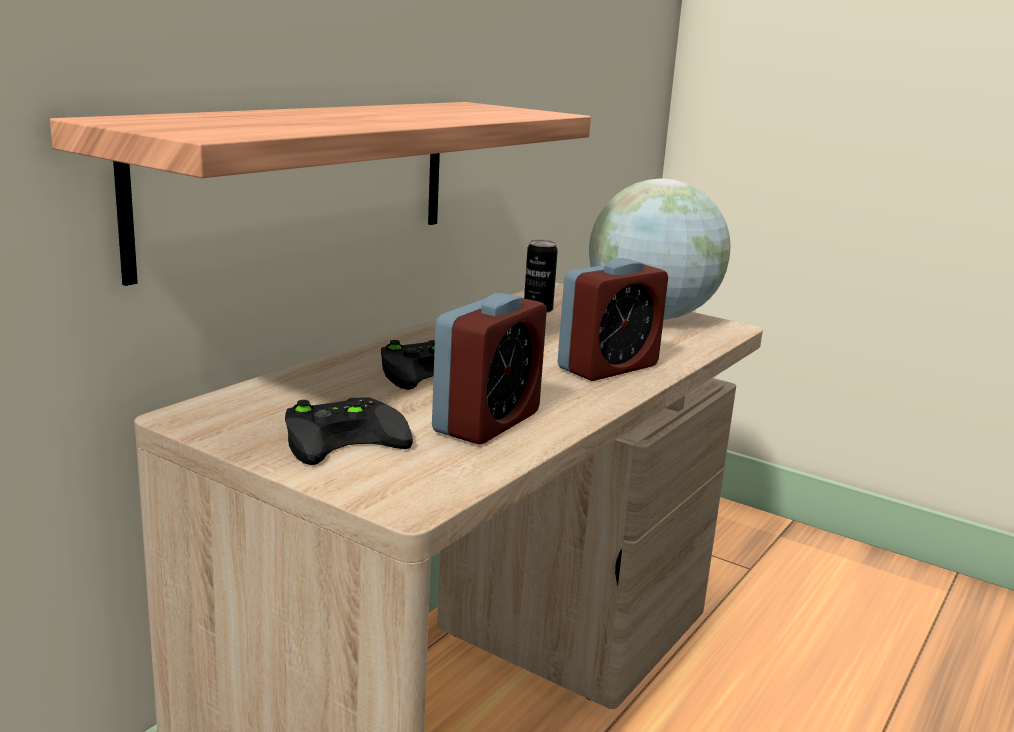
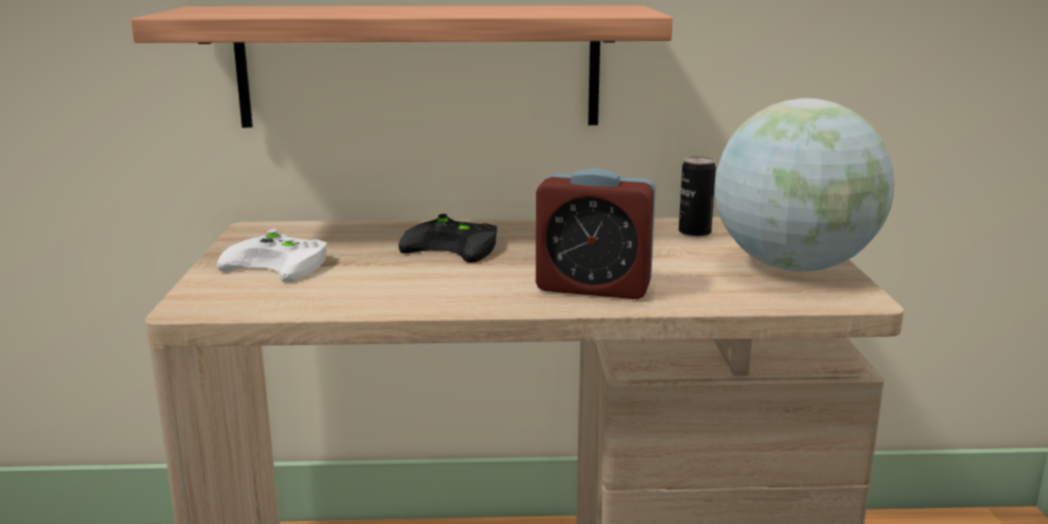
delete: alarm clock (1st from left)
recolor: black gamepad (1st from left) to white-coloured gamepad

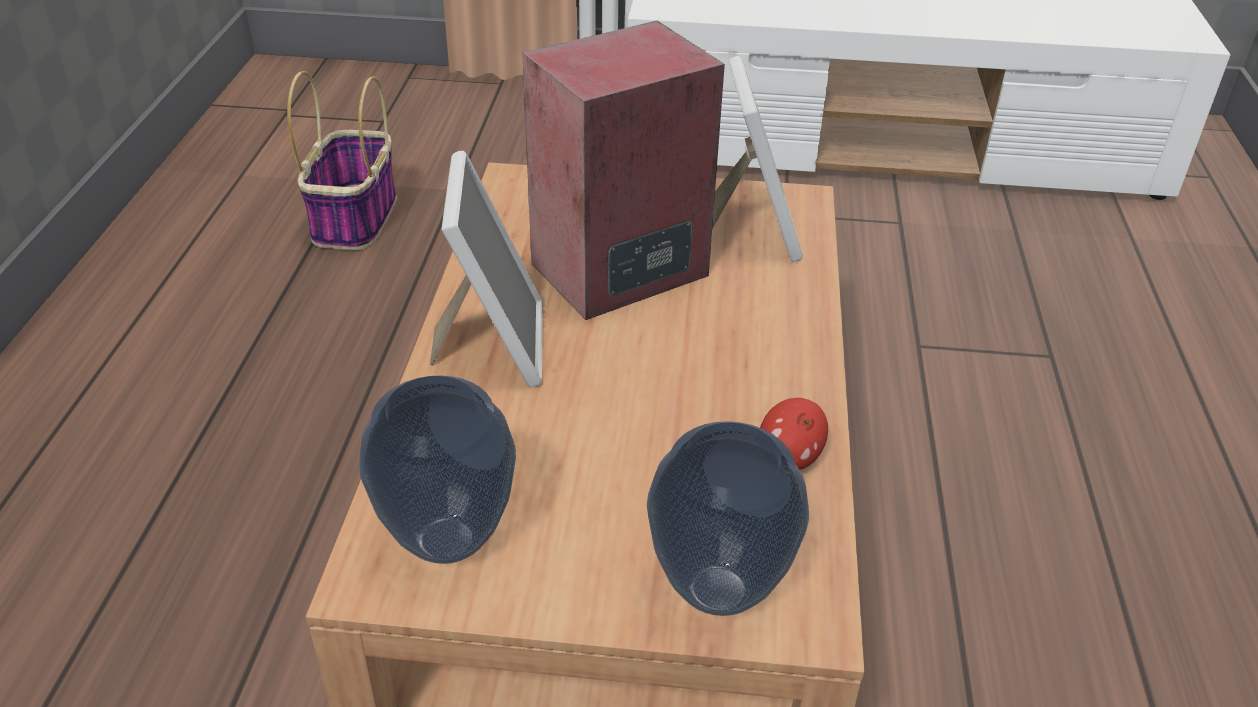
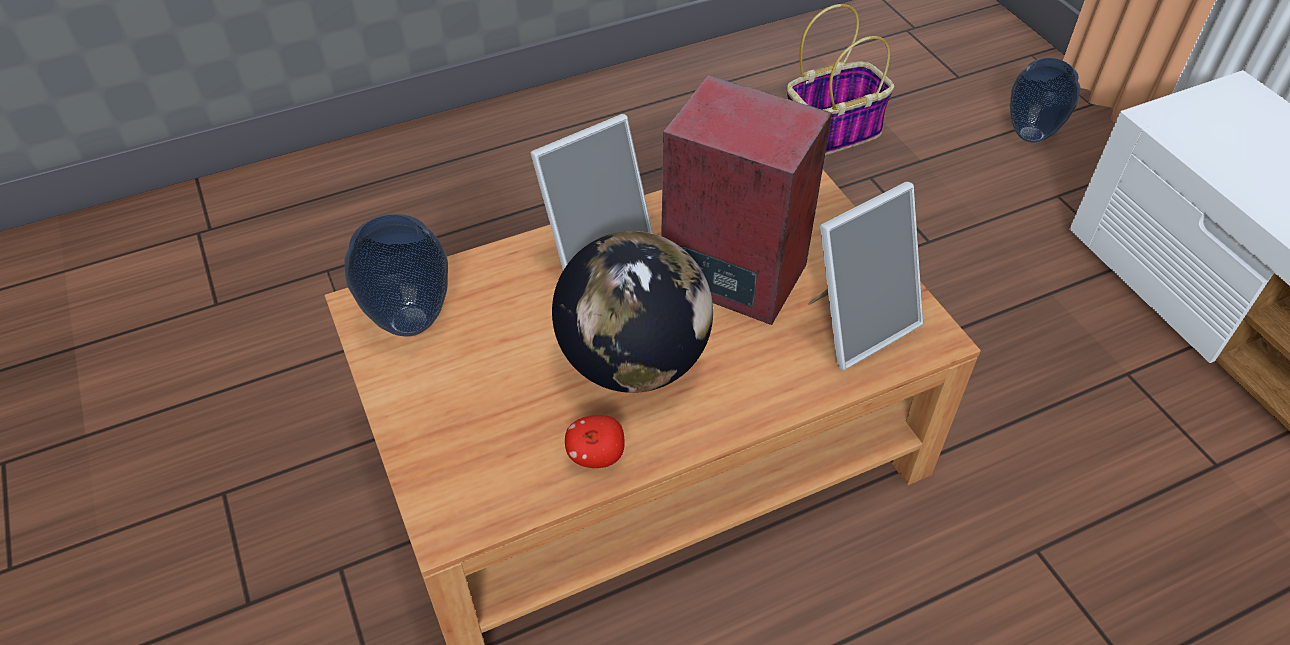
insert: desk globe
move: decorative vase (2nd from left)

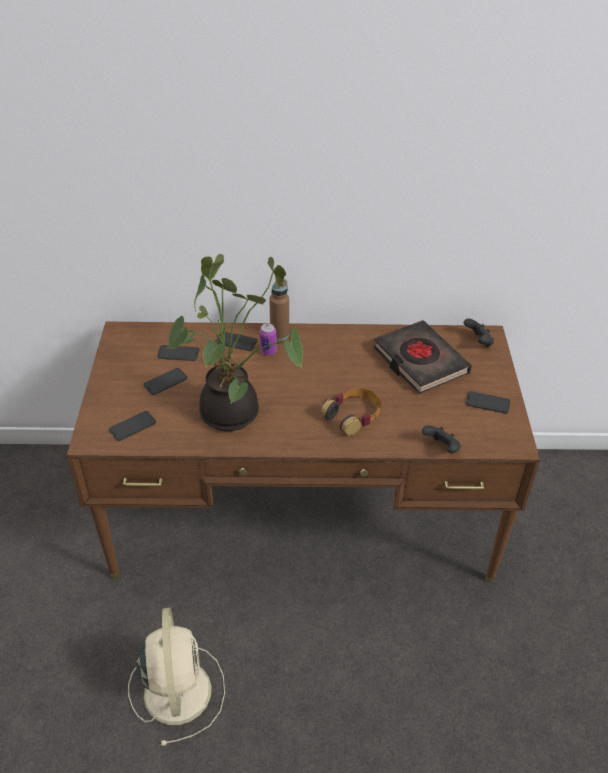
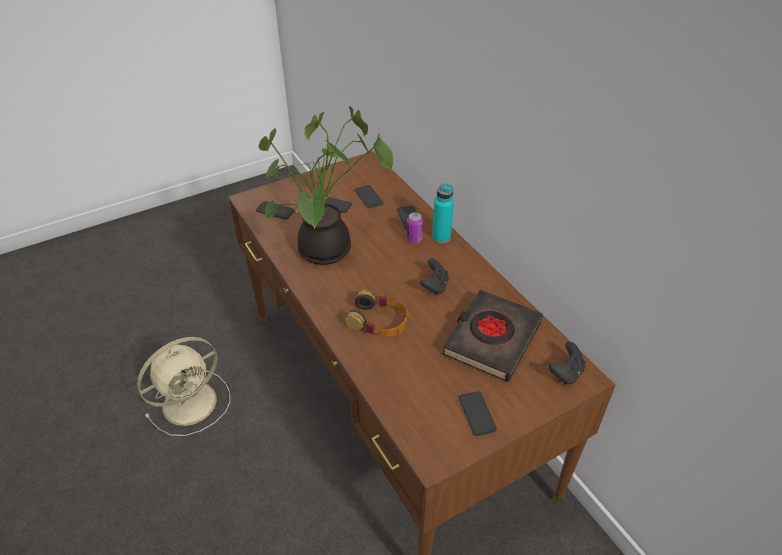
move: black gamepad (1st from left)
recolor: brownish drink bottle to turquoise-coloured drink bottle

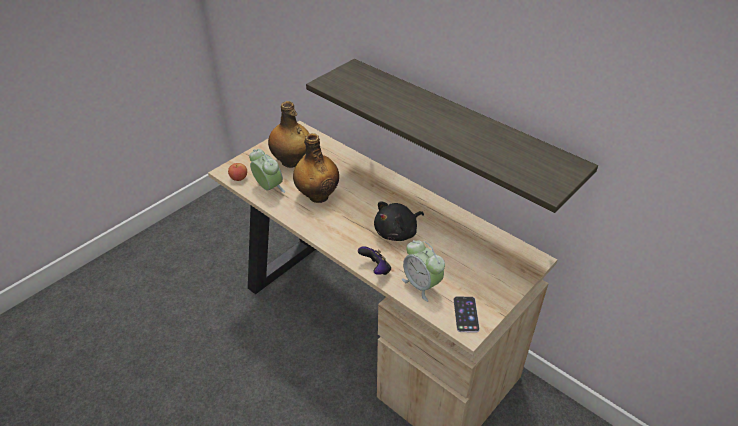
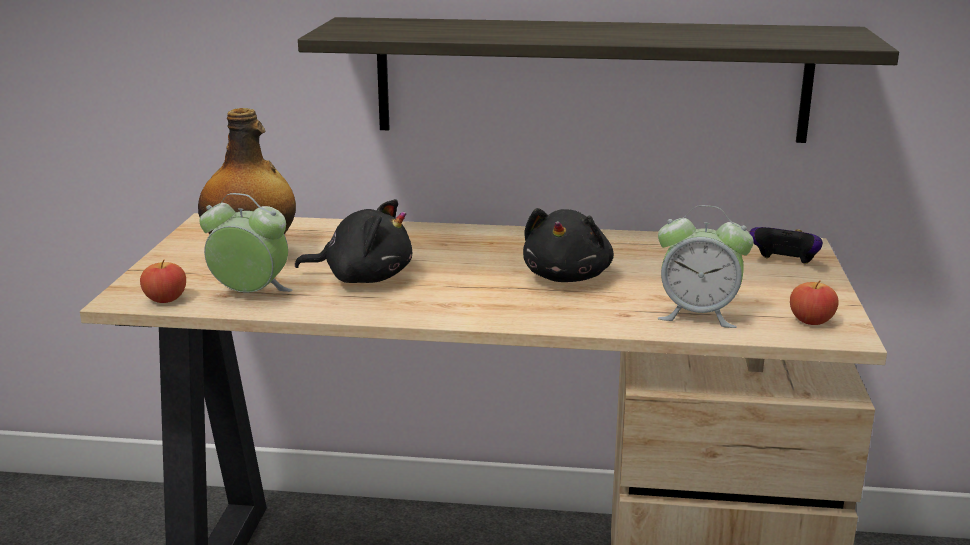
move: gamepad
replace: drink bottle (2nd from left) to black cuddly toy (1st from left); phone to apple (2nd from left)

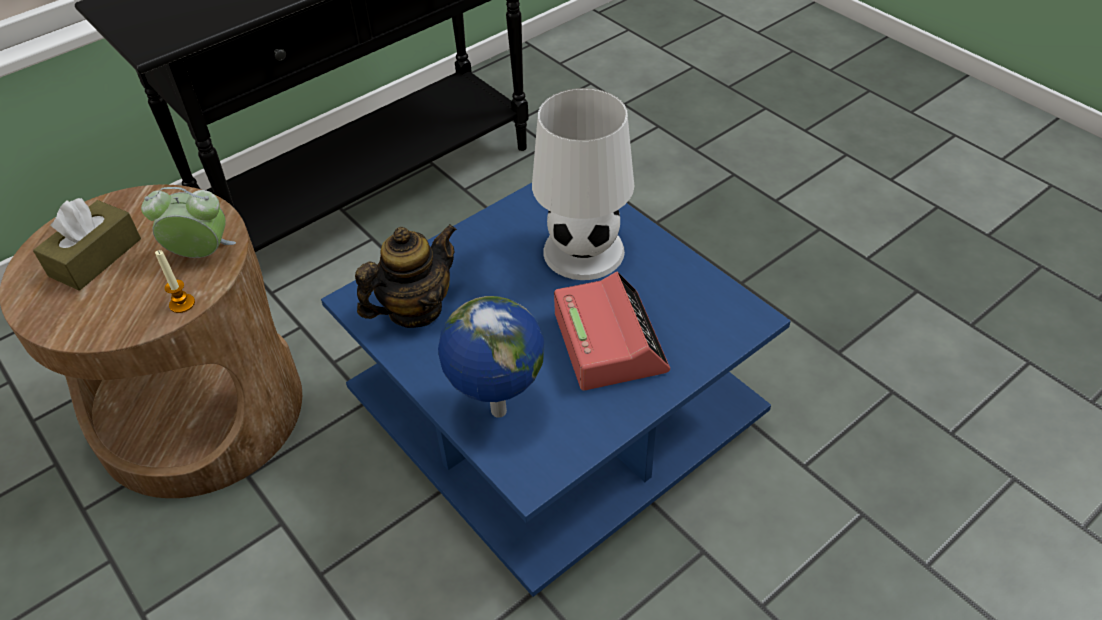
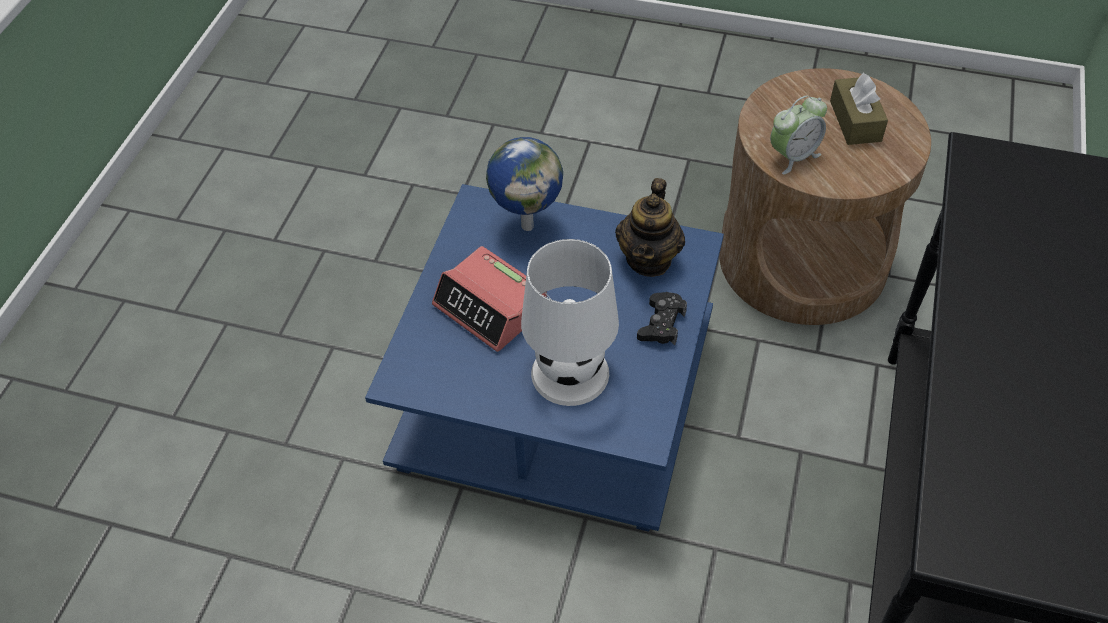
delete: candle
insert: black gamepad

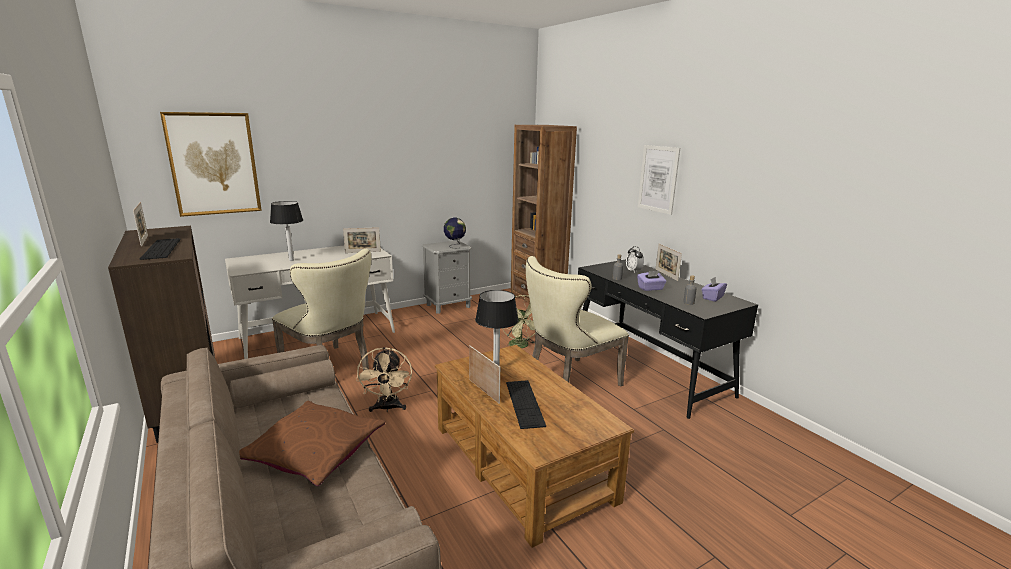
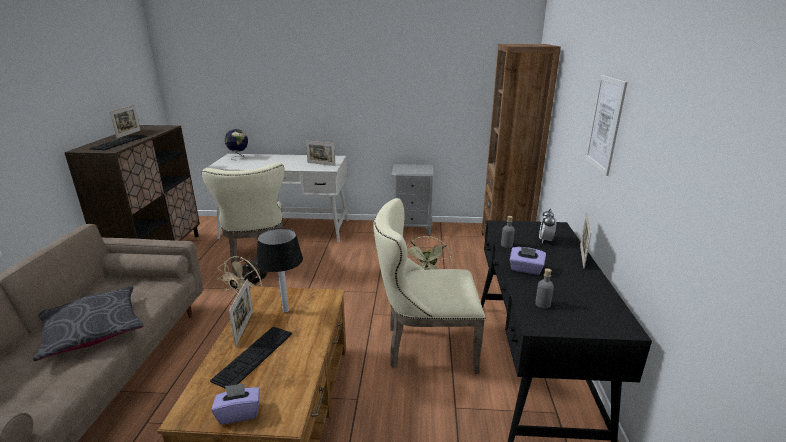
delete: picture (1st from left); lamp for a table (1st from left)
move: desk globe; purple tissue box (2nd from left in the first image) to purple tissue box (1st from left)
recolor: brownish throw pillow to greyish throw pillow

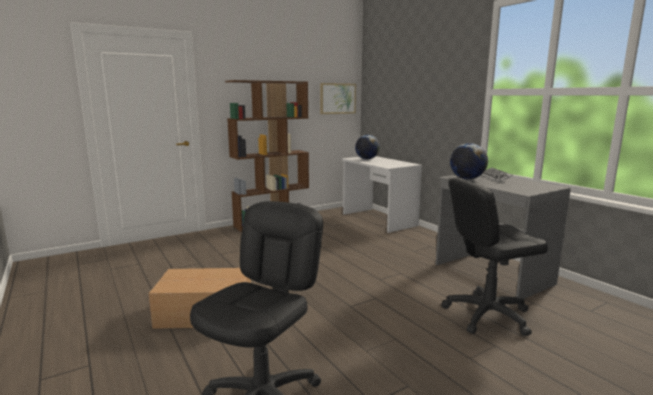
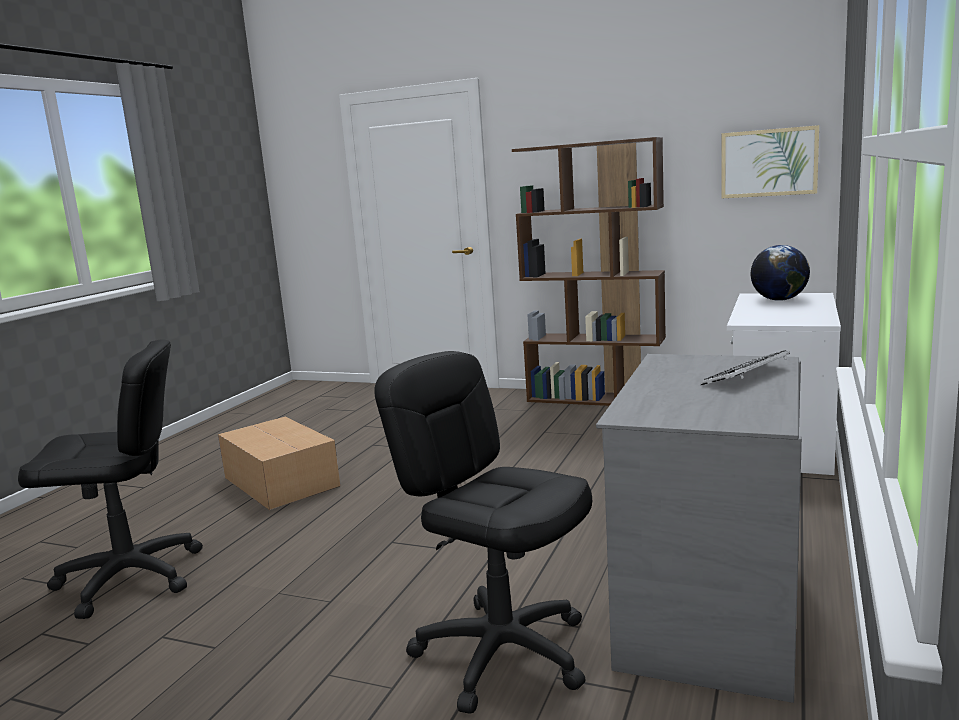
delete: desk globe (2nd from left)

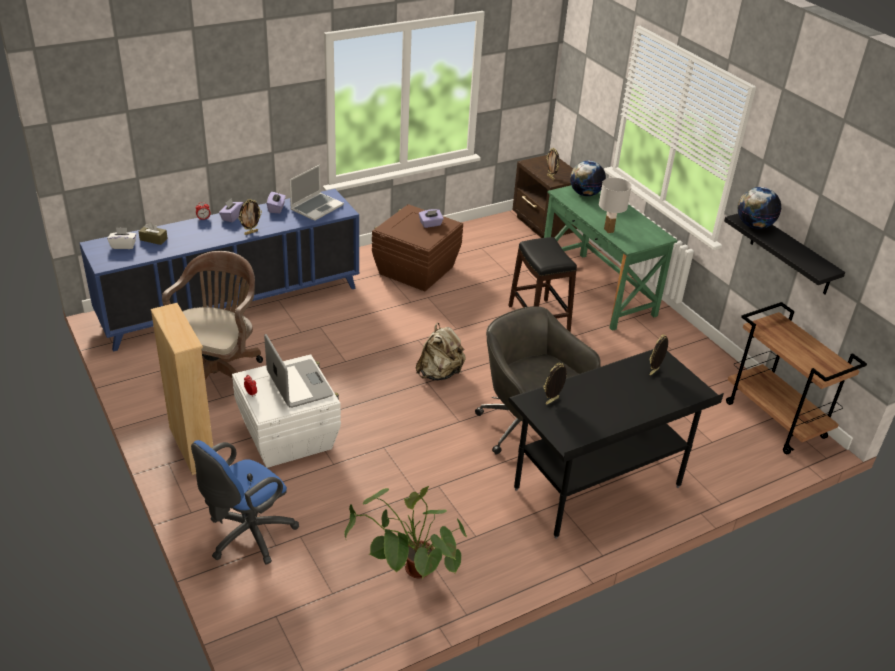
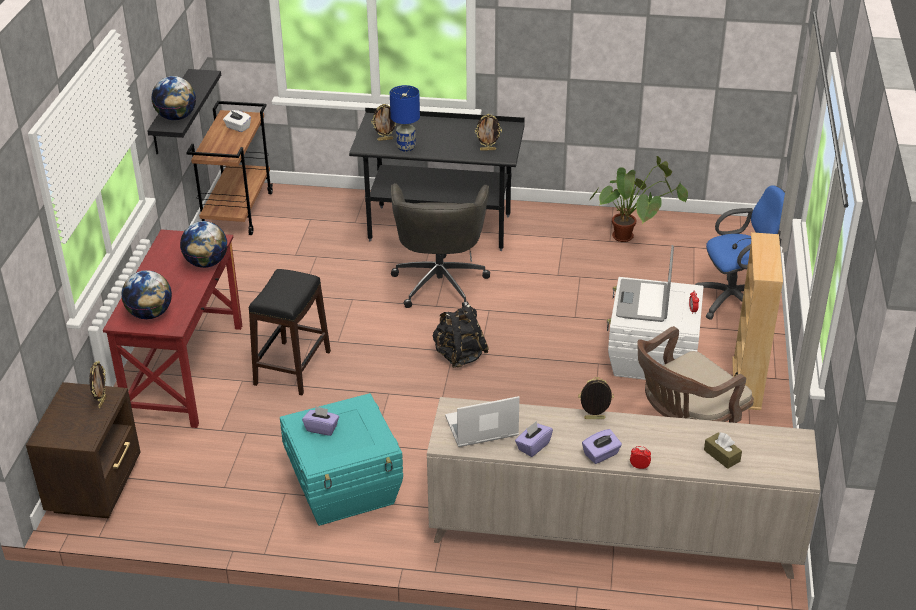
insert: blue lamp for a table
move: white-coloured tissue box
replace: white-coloured lamp for a table to desk globe (3rd from left)
recolor: blue cabinet to sand-coloured cabinet; brownish storage container to turquoise-coloured storage container; sand-coloured backpack to black backpack; greenish desk unit to red desk unit

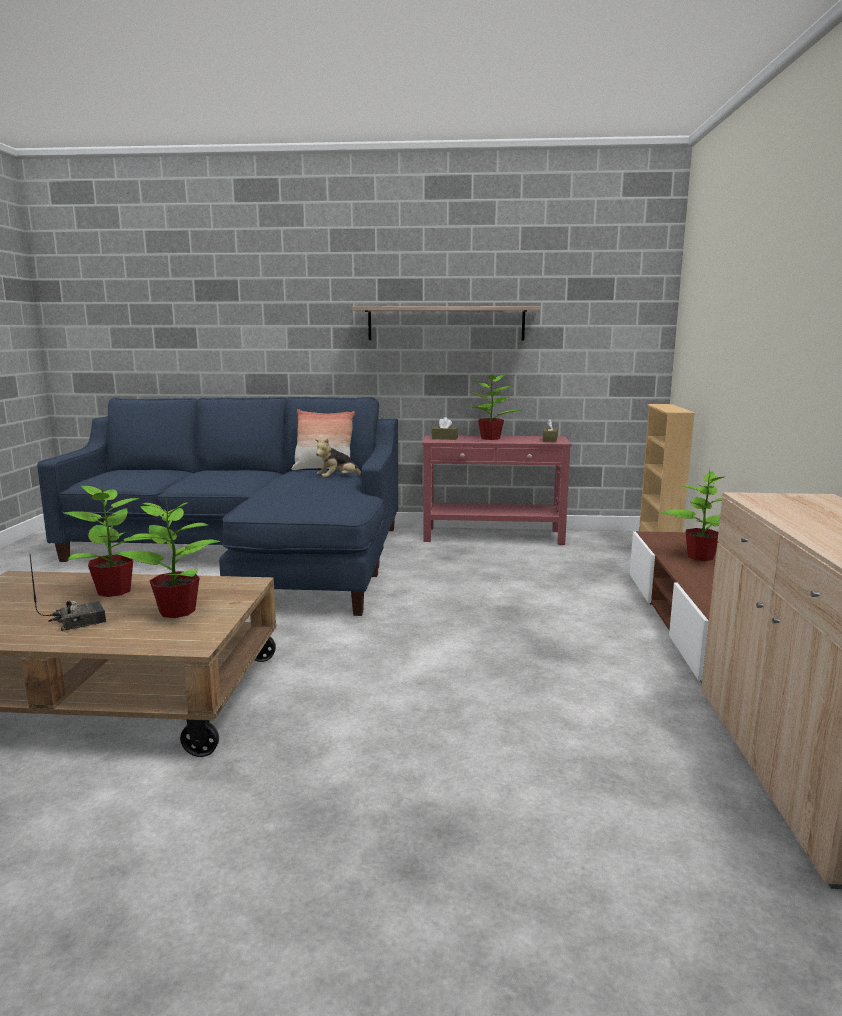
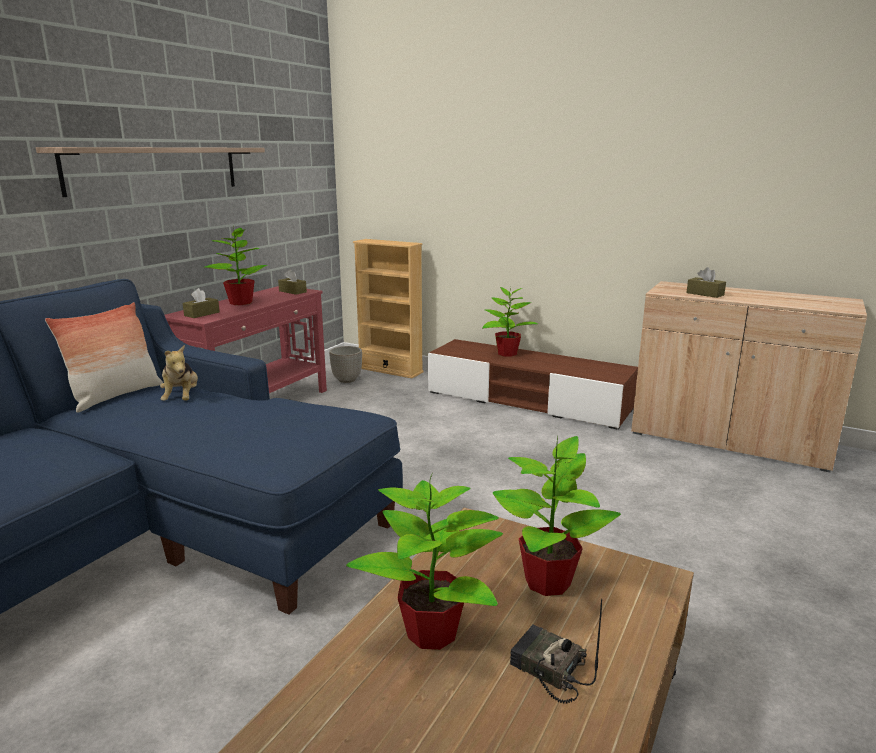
insert: plant pot; brownish tissue box (3rd from left)
rotate: radio set 45 degrees counterclockwise

